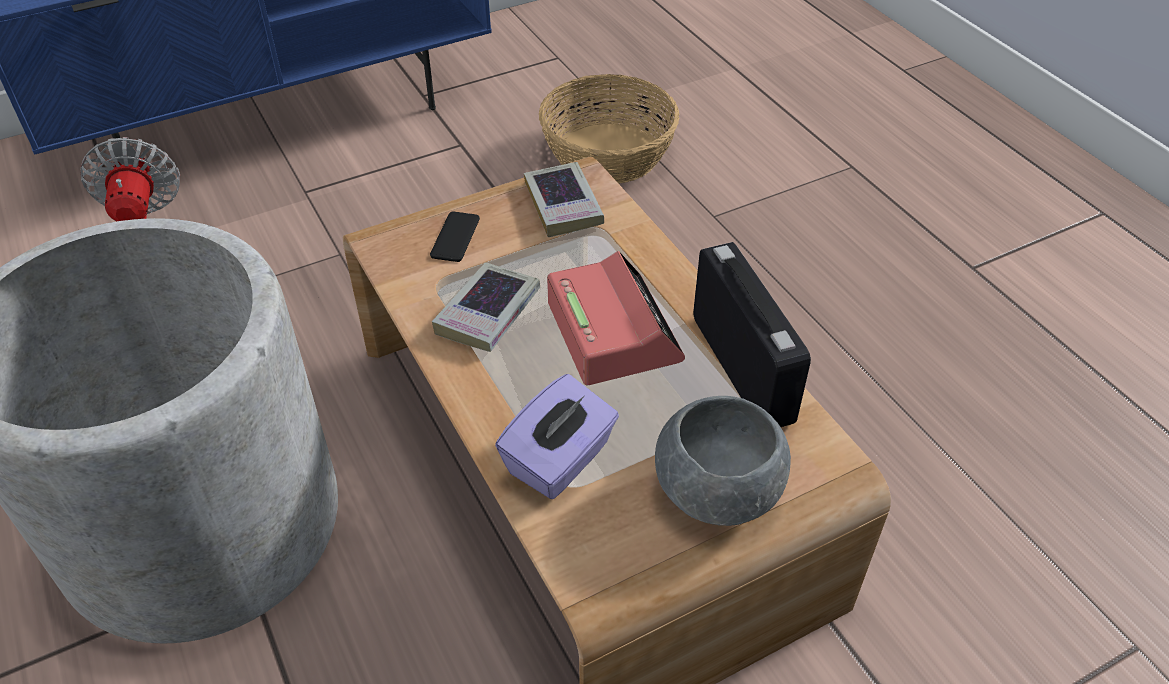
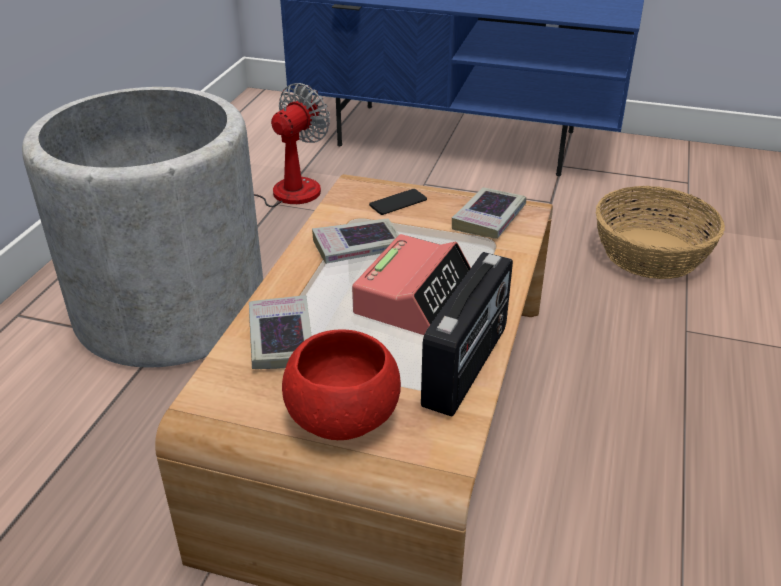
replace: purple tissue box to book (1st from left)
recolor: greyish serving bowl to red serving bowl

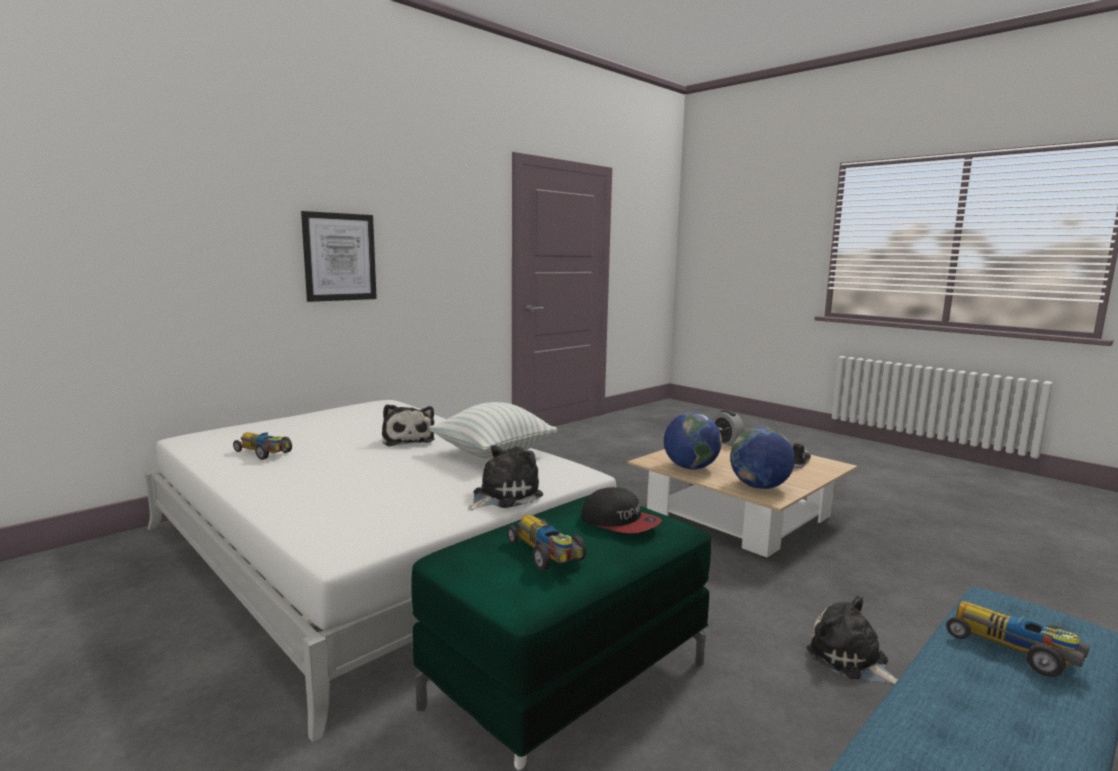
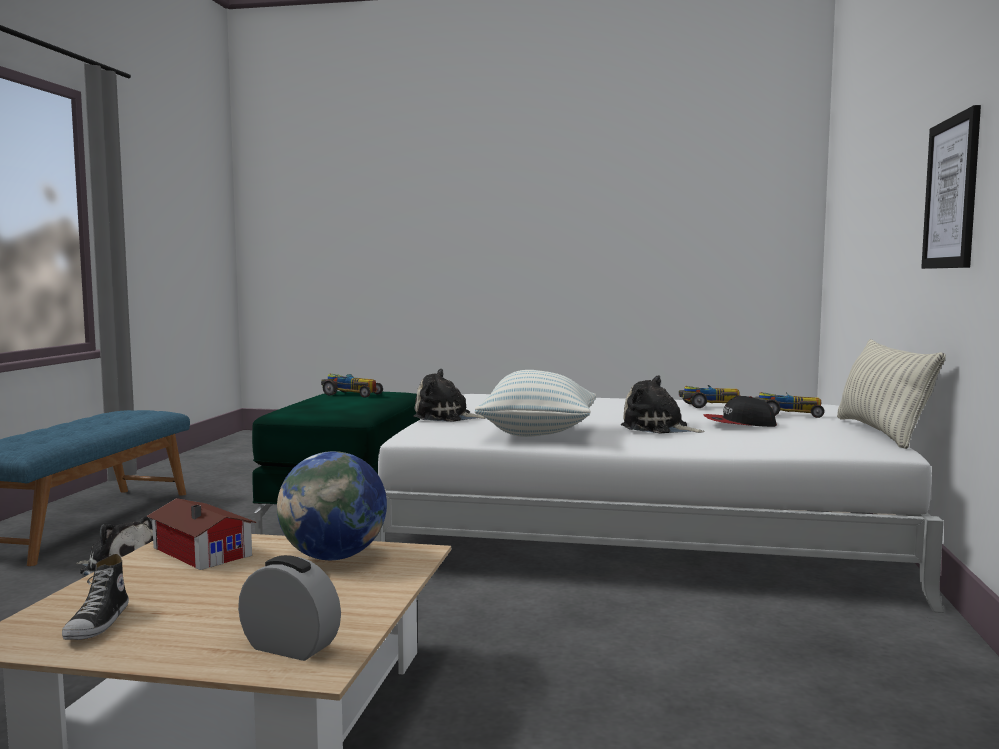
insert: throw pillow (2nd from left)
move: baseball cap; toy car (3rd from left)
replace: desk globe (2nd from left) to miniature house
rotate: cuddly toy (2nd from left) 90 degrees clockwise

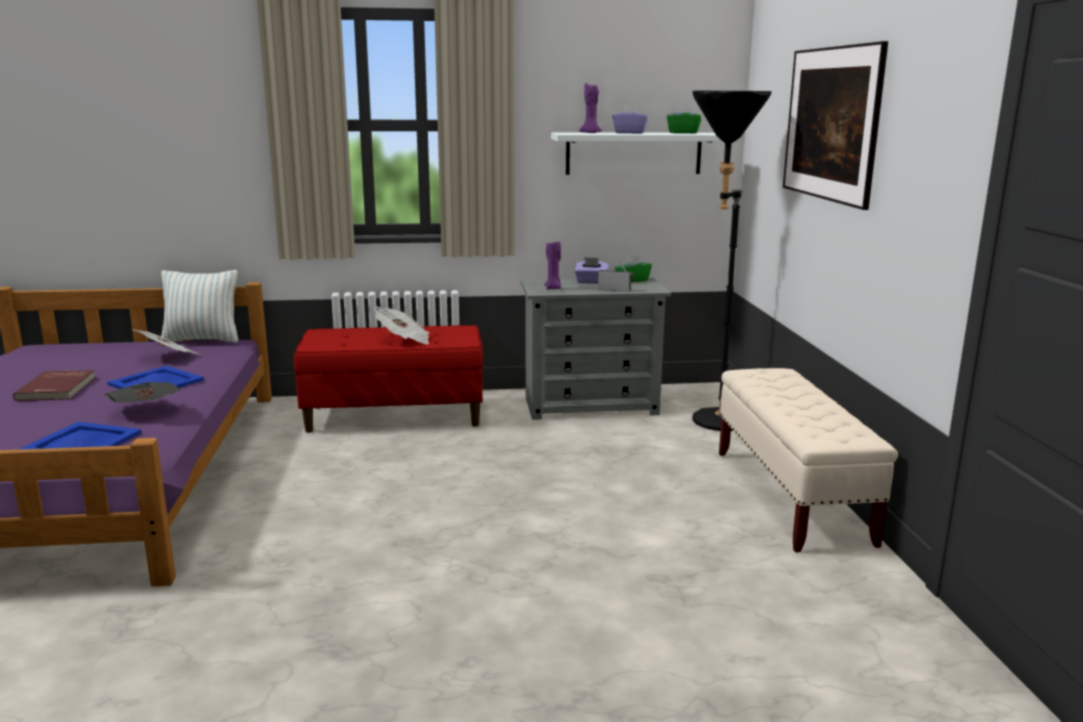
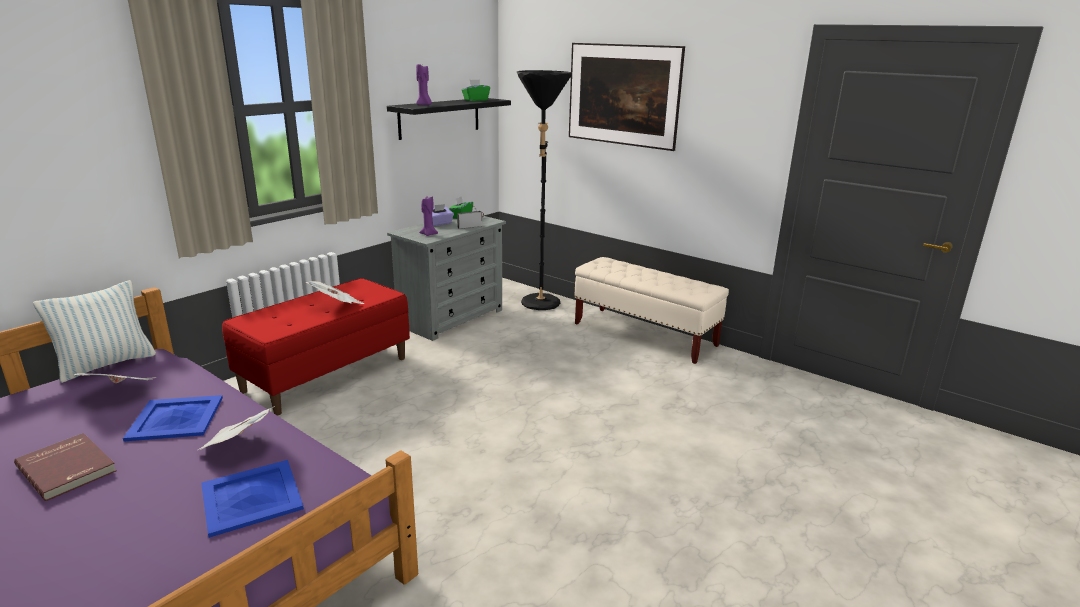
delete: purple tissue box (2nd from left)
recolor: white-coloured shelf to black shelf

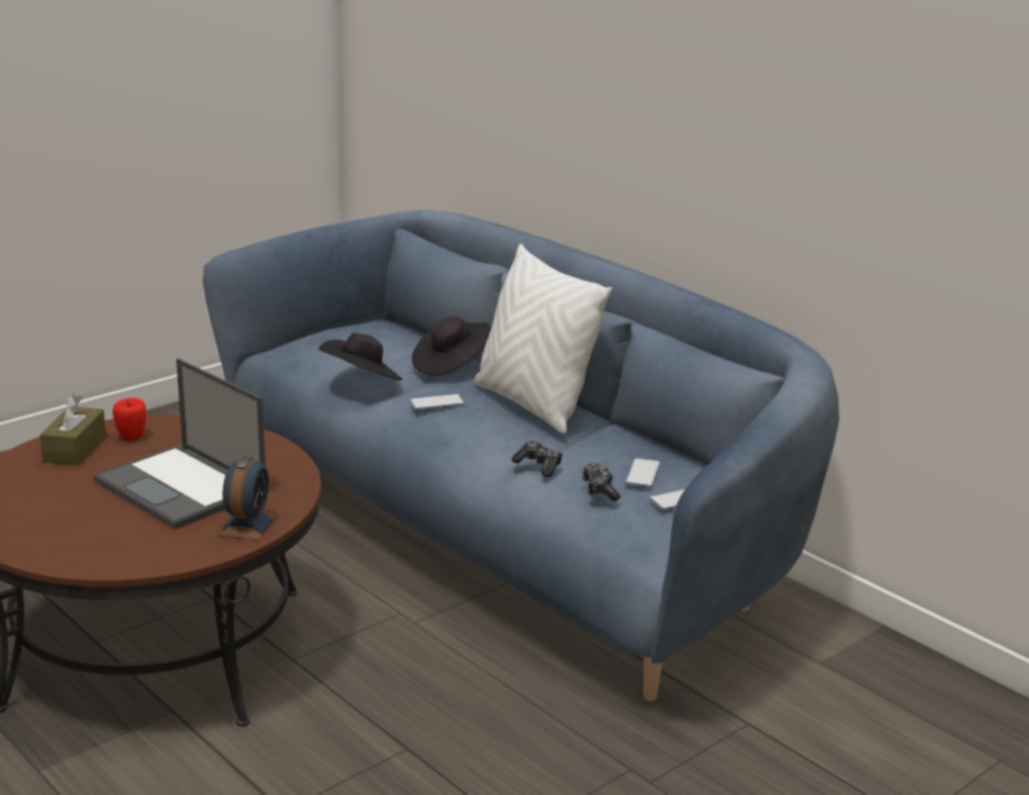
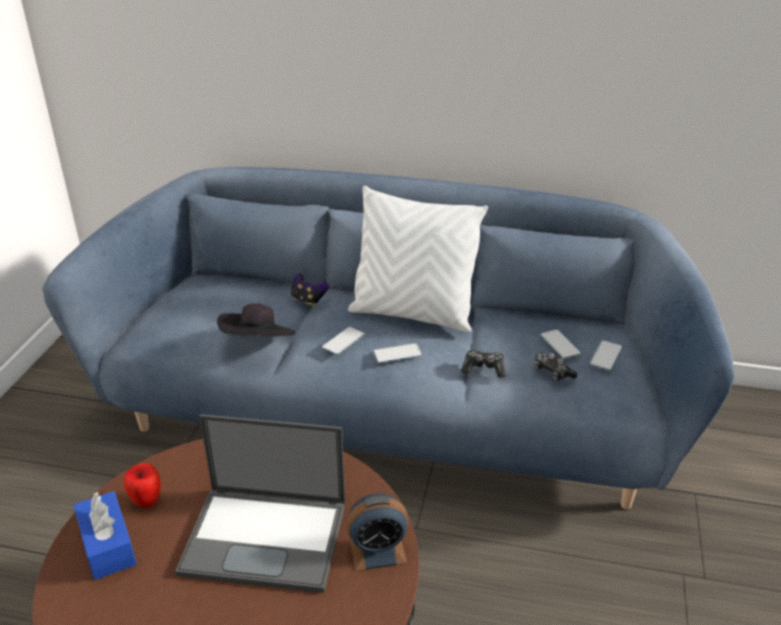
insert: phone (2nd from left)
replace: black hat (2nd from left) to gamepad (1st from left)
recolor: brownish tissue box to blue tissue box
rotate: alarm clock 105 degrees clockwise

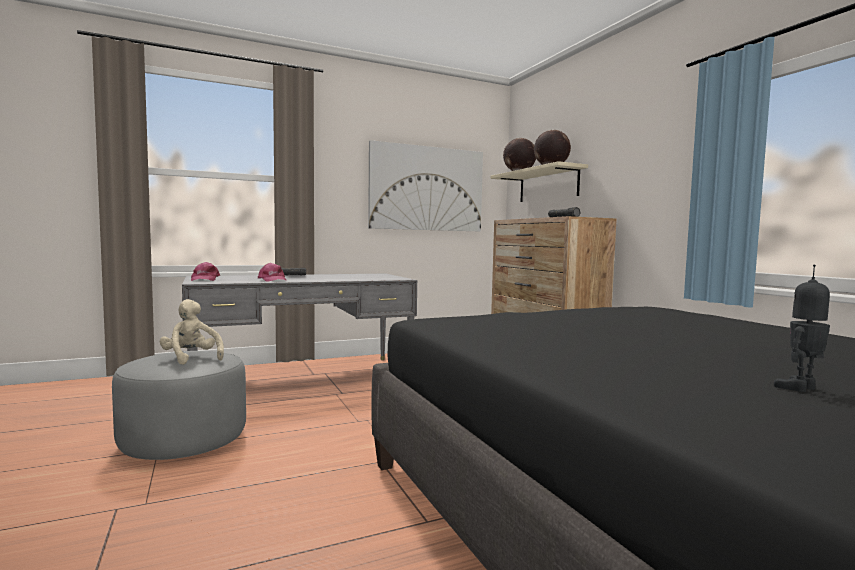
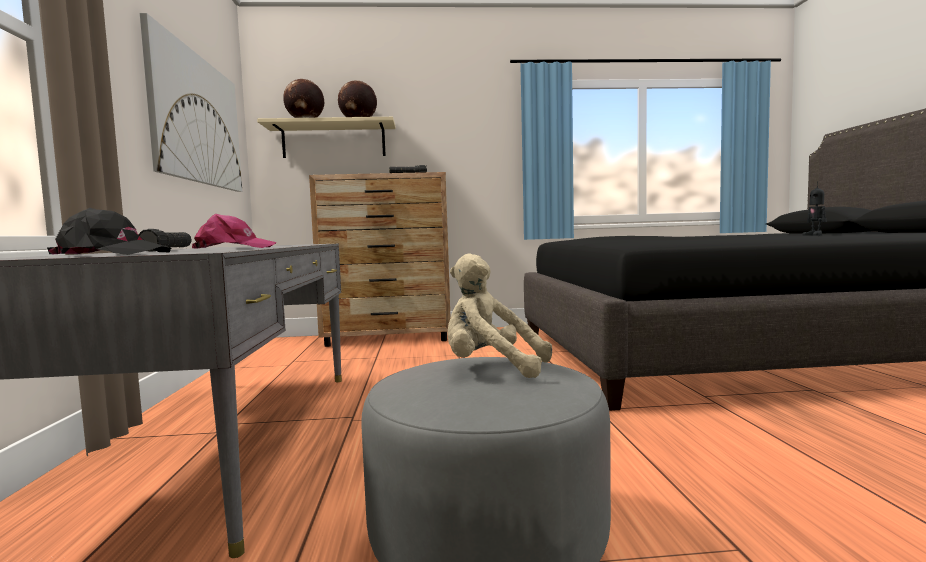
recolor: pink-coloured baseball cap (1st from left) to black baseball cap
rotate: sand-coloured cuddly toy 45 degrees clockwise

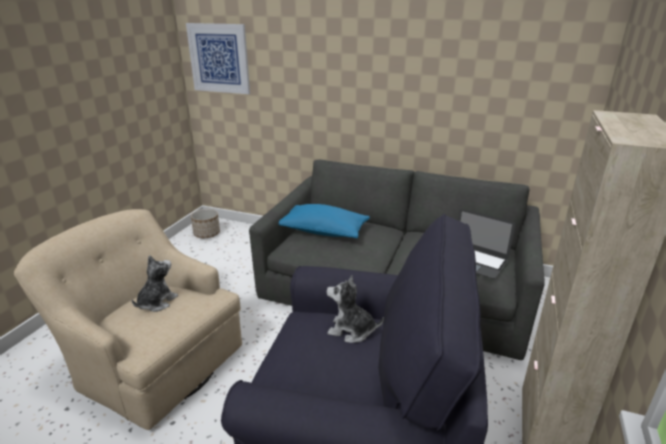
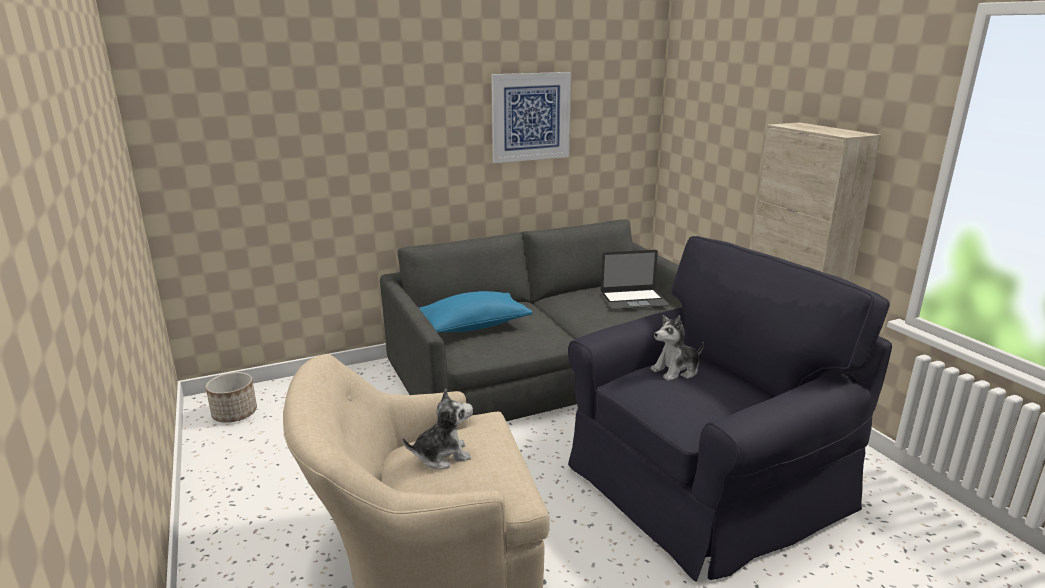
move: picture
rotate: cuddly toy (1st from left) 90 degrees clockwise

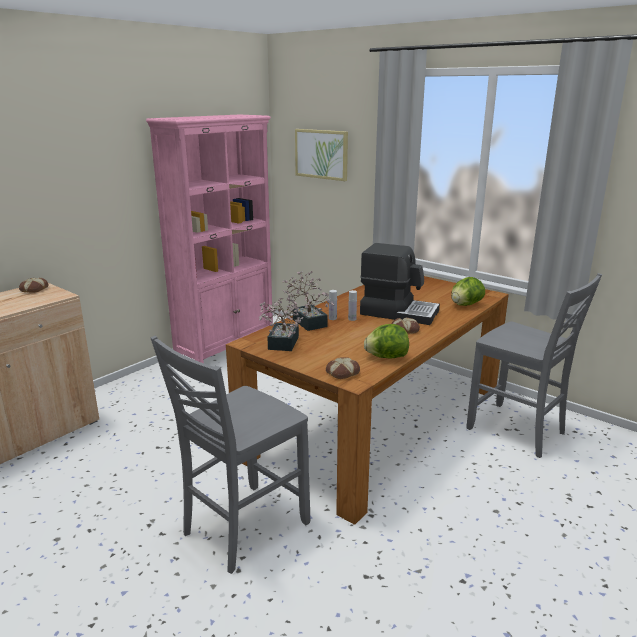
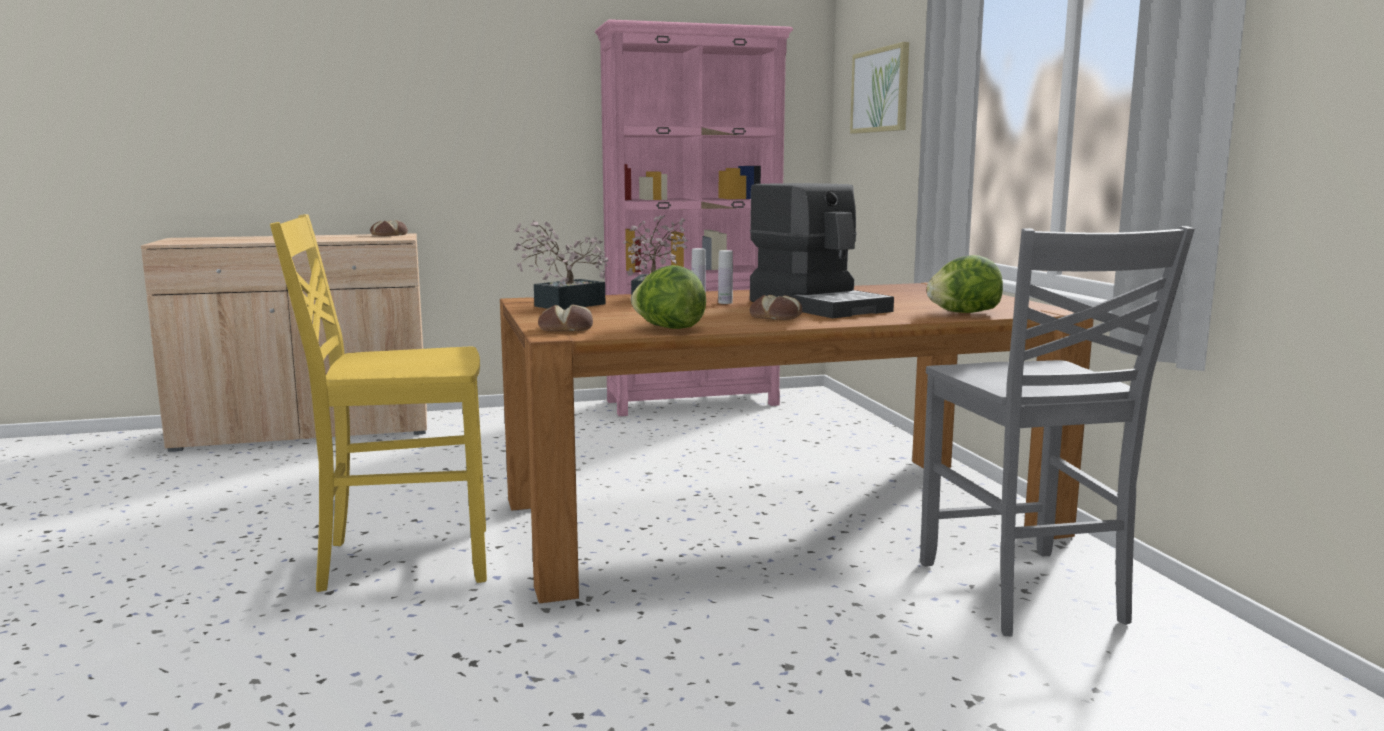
recolor: greyish chair (1st from left) to yellowish chair

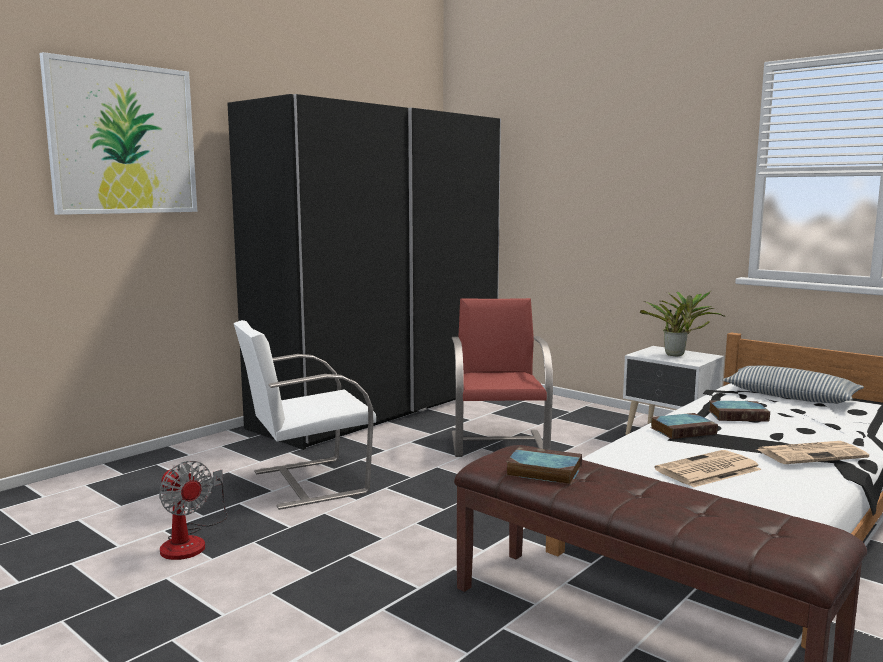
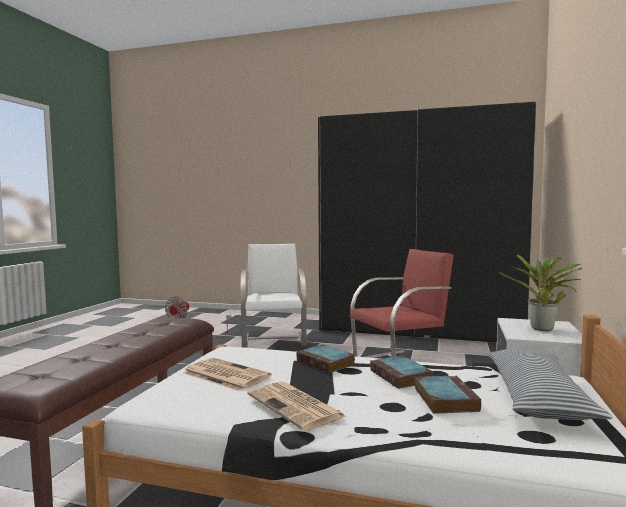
delete: picture
move: book (1st from left in the first image) to book (3rd from left)
rotate: white-coloured chair 45 degrees clockwise

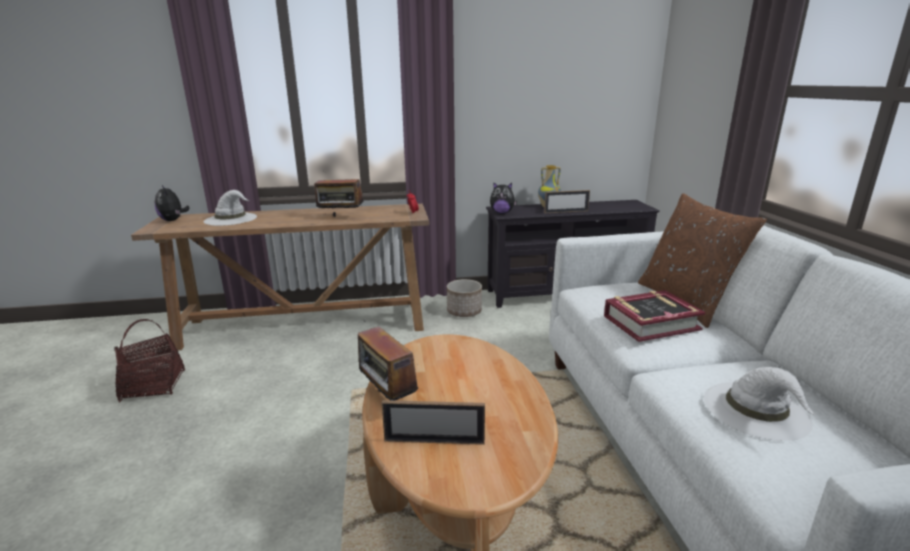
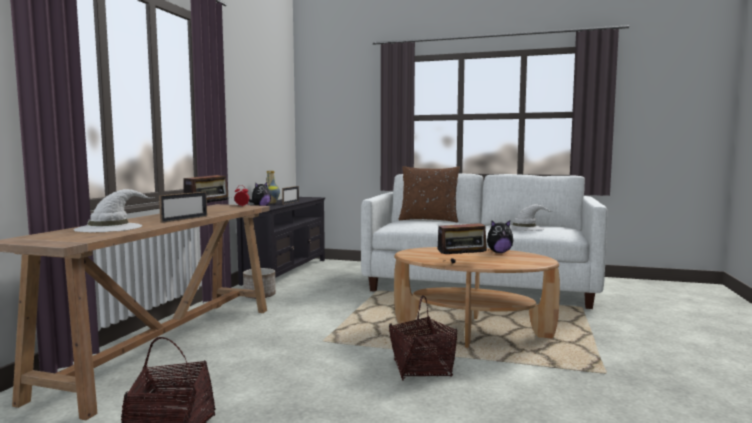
delete: book
insert: storage basket (2nd from left)
move: cuddly toy (1st from left in the first image) to cuddly toy (2nd from left); photo frame (1st from left)

